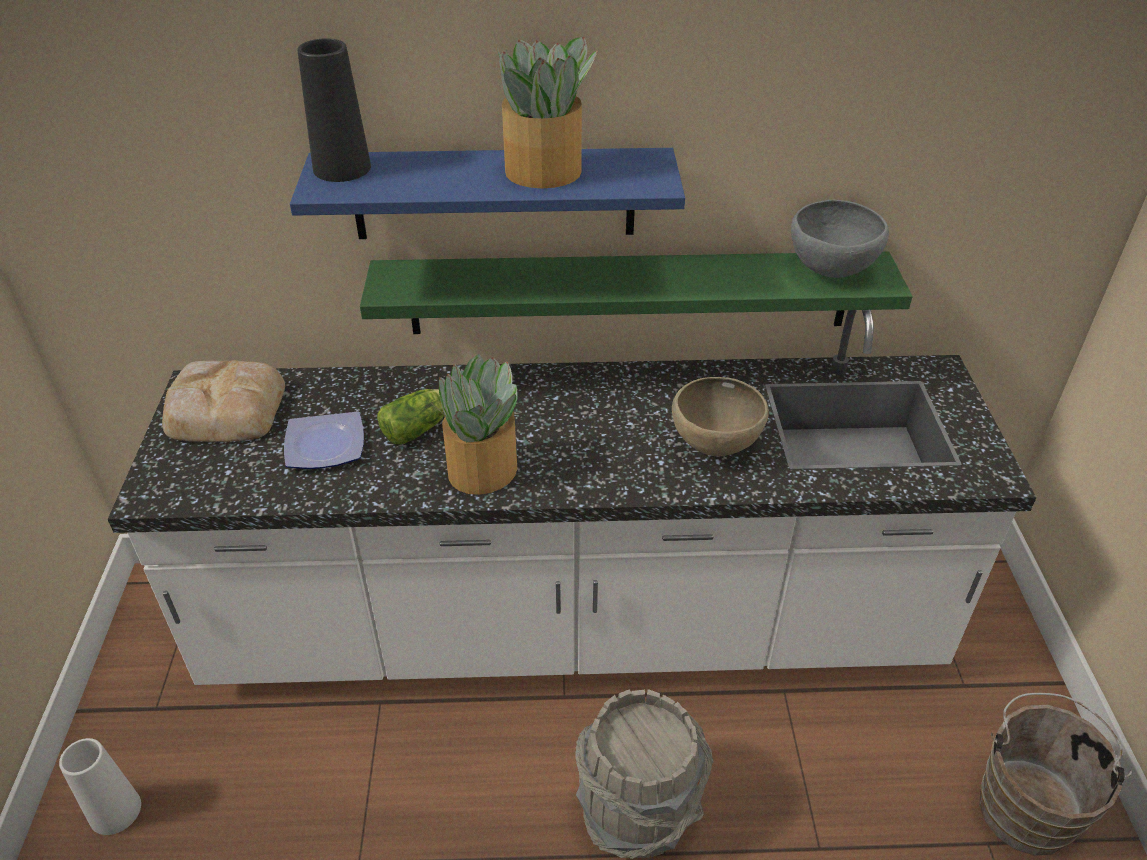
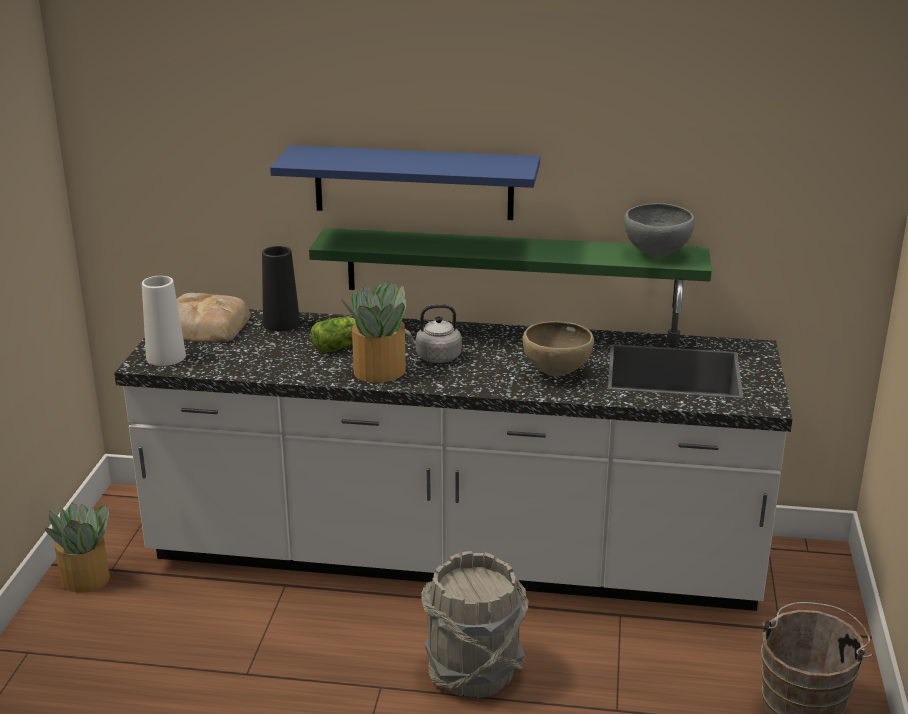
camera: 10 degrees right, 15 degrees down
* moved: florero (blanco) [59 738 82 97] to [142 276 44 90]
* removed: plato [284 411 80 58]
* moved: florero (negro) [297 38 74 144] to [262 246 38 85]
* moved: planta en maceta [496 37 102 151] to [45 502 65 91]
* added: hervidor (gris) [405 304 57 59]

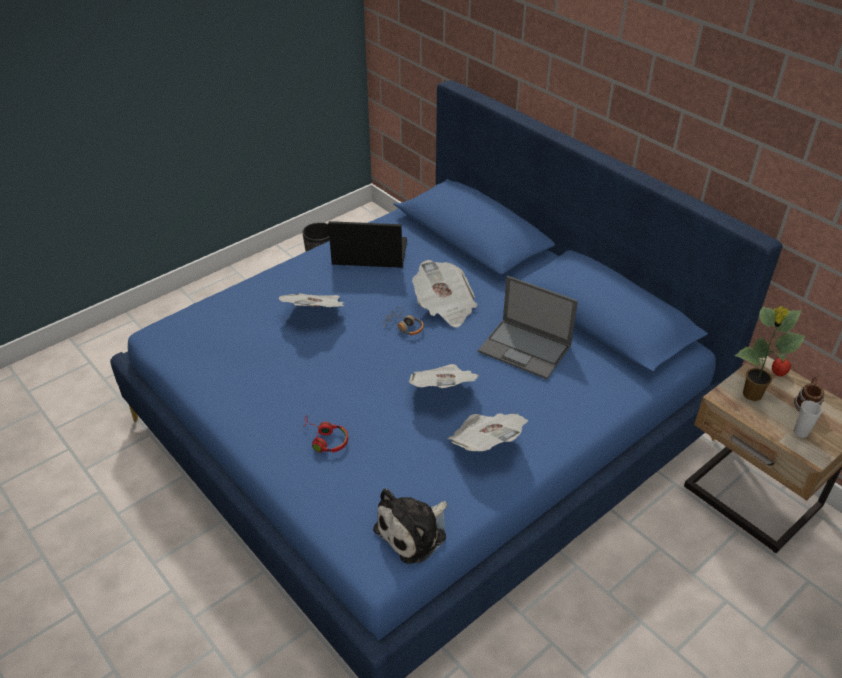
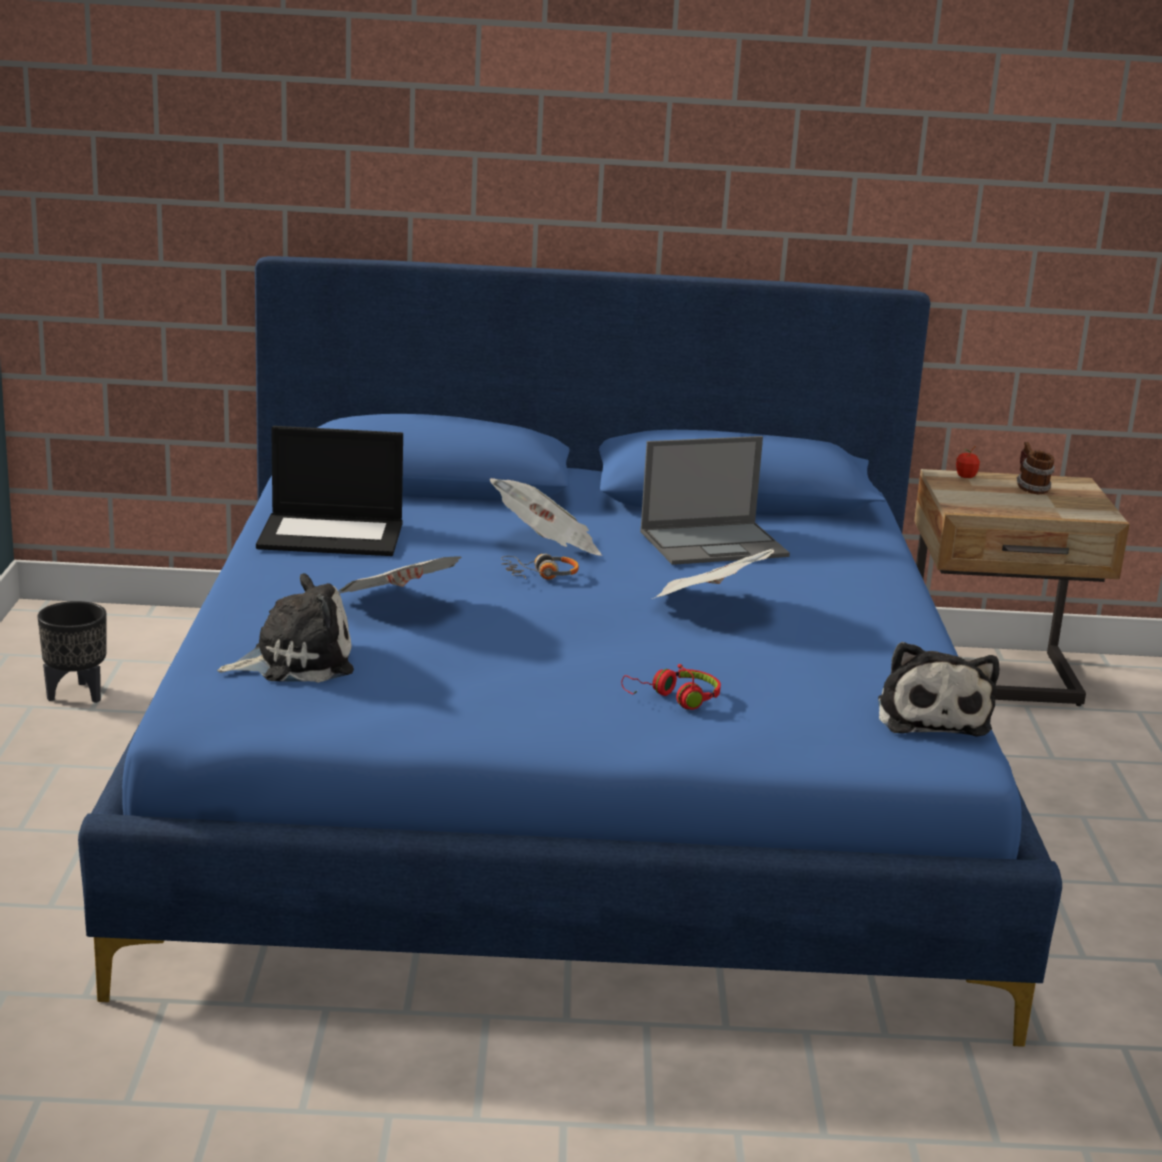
camera: 50 degrees left, 20 degrees down
* turned: portátil [328 221 79 47] = [256 426 147 130] 135 degrees counterclockwise
* removed: periódico [448 413 80 38]
* removed: planta en maceta [734 306 71 95]
* removed: taza [794 401 28 37]
* added: peluche [217 573 137 110]

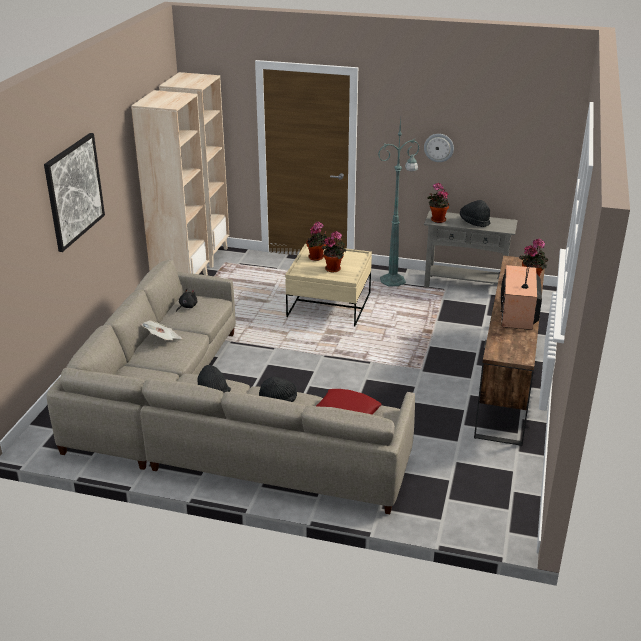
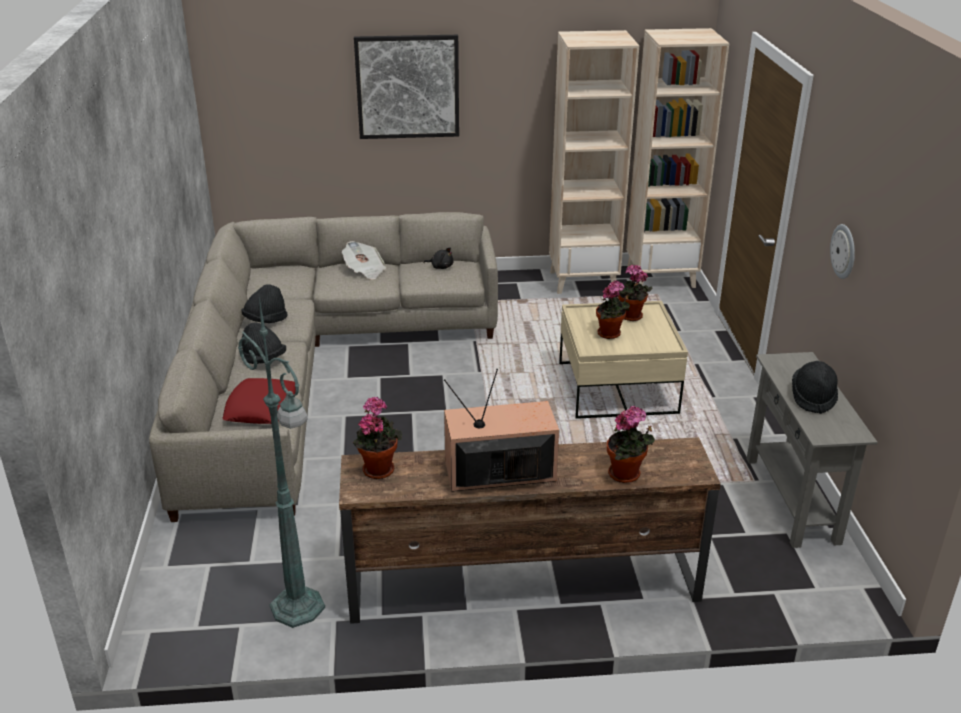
camera: 70 degrees right, 0 degrees up
* moved: lámpara de pie (verde) [378 118 42 169] to [238 297 87 331]
* moved: planta en maceta [427 183 22 40] to [352 397 50 82]

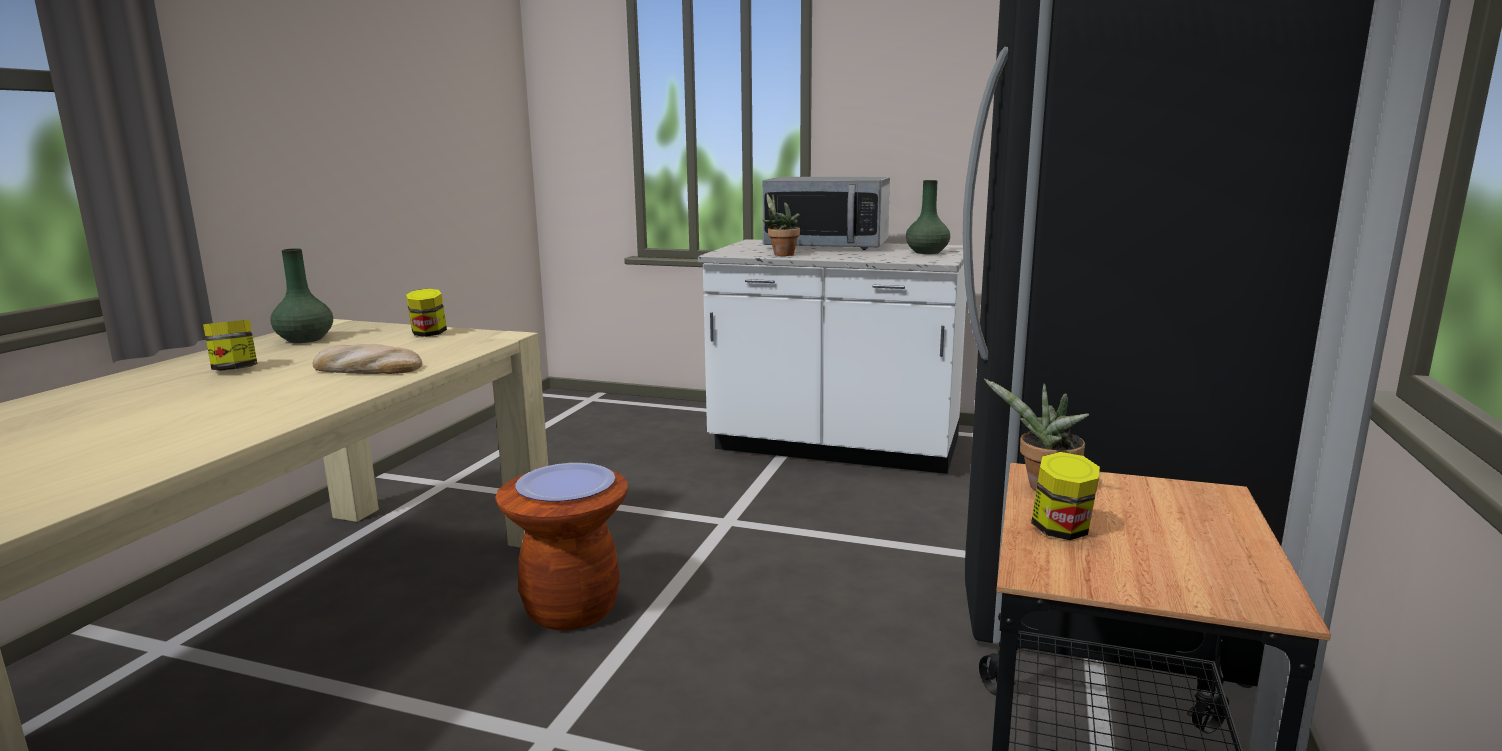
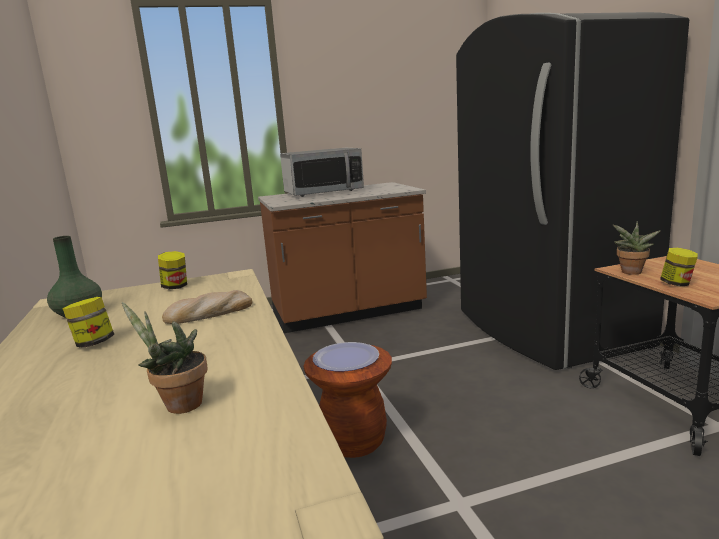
camera: 35 degrees left, 0 degrees up
* recoloured: mueble bajo de cocina (blanco) [698 239 268 235] to mueble bajo de cocina (marrón) [258 182 169 151]
* moved: planta en maceta [763 193 37 63] to [122 302 86 112]
* removed: florero (verde) [906 180 44 74]

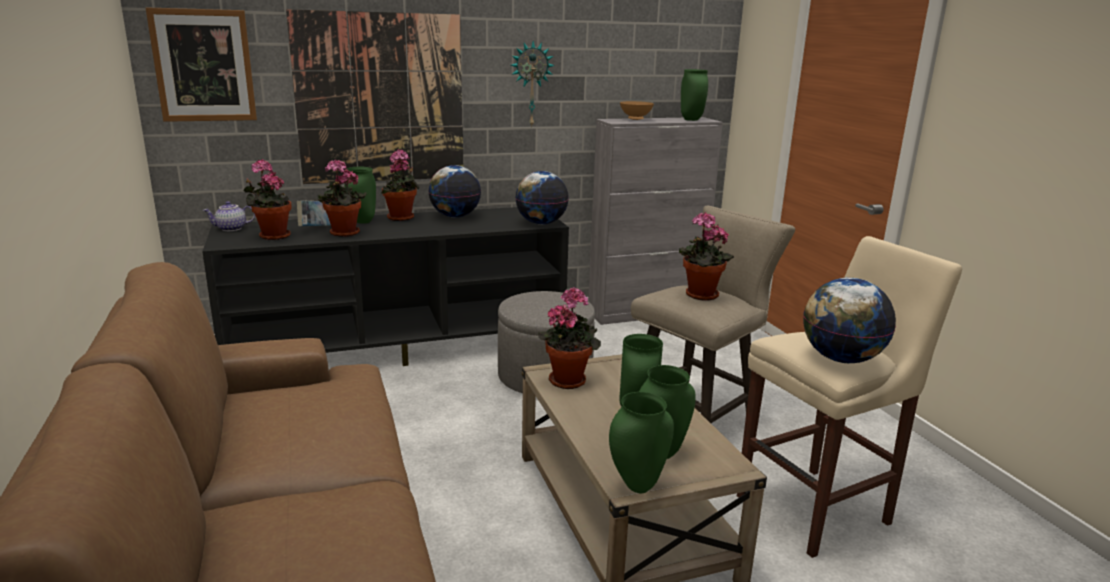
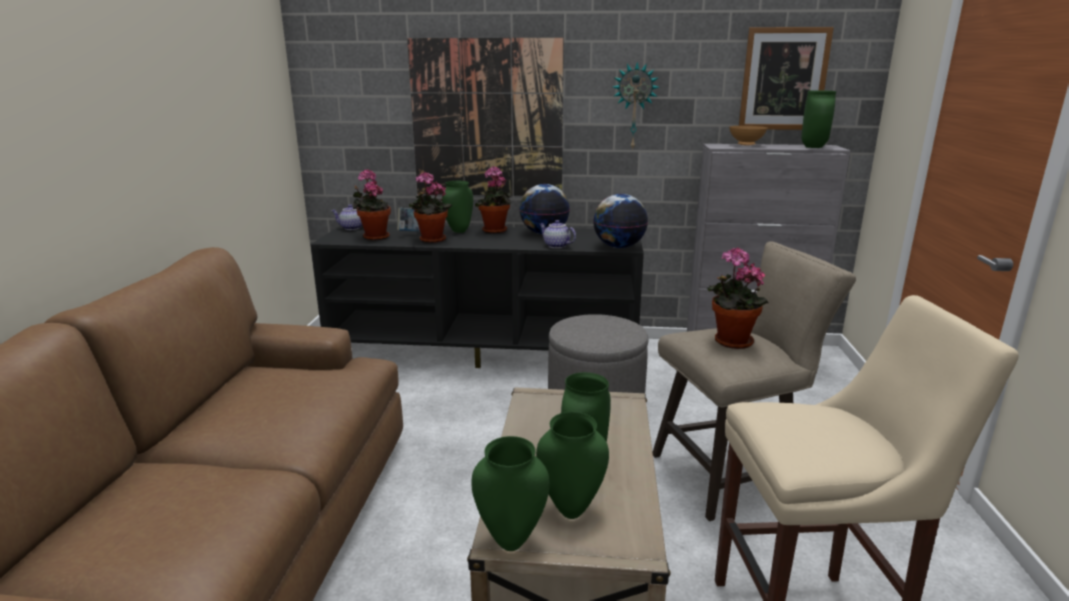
camera: 25 degrees right, 0 degrees up
* moved: cuadro [146 7 111 115] to [739 27 95 103]
* removed: planta en maceta [538 287 63 102]
* removed: globo terráqueo [803 278 93 85]
* added: tetera [539 220 37 28]

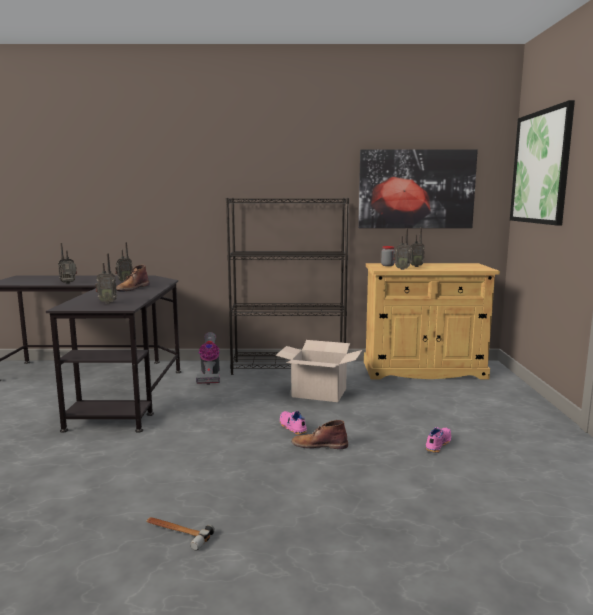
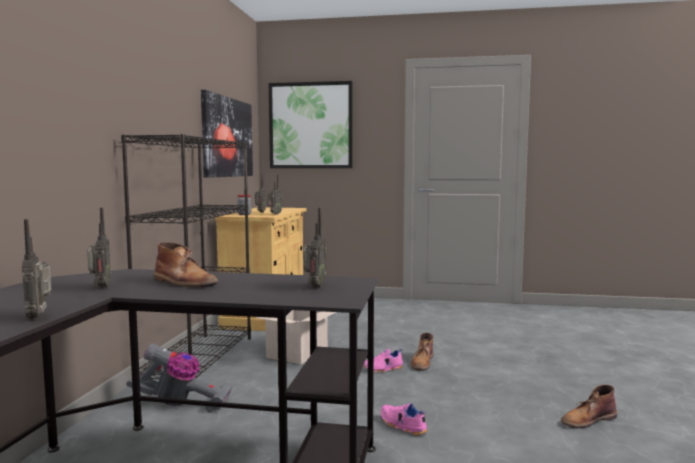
camera: 80 degrees left, 5 degrees down
* replaced: martillo [146 517 69 34] to bota (marrón) [561 385 56 43]
* moved: zapato (rosa) [425 427 26 26] to [381 403 47 32]

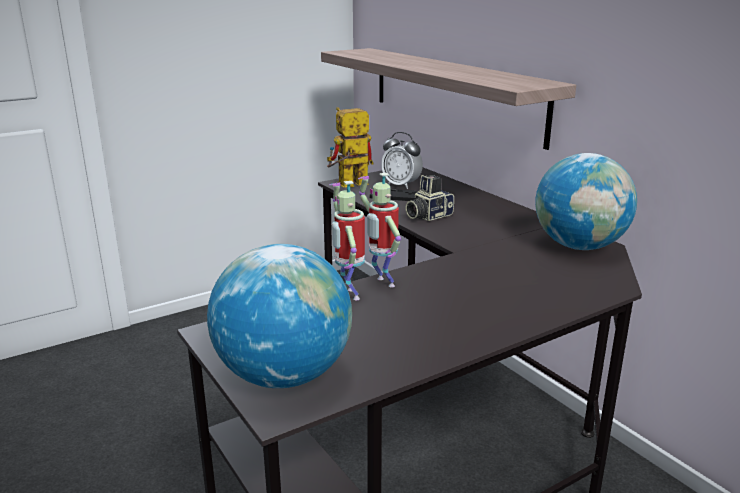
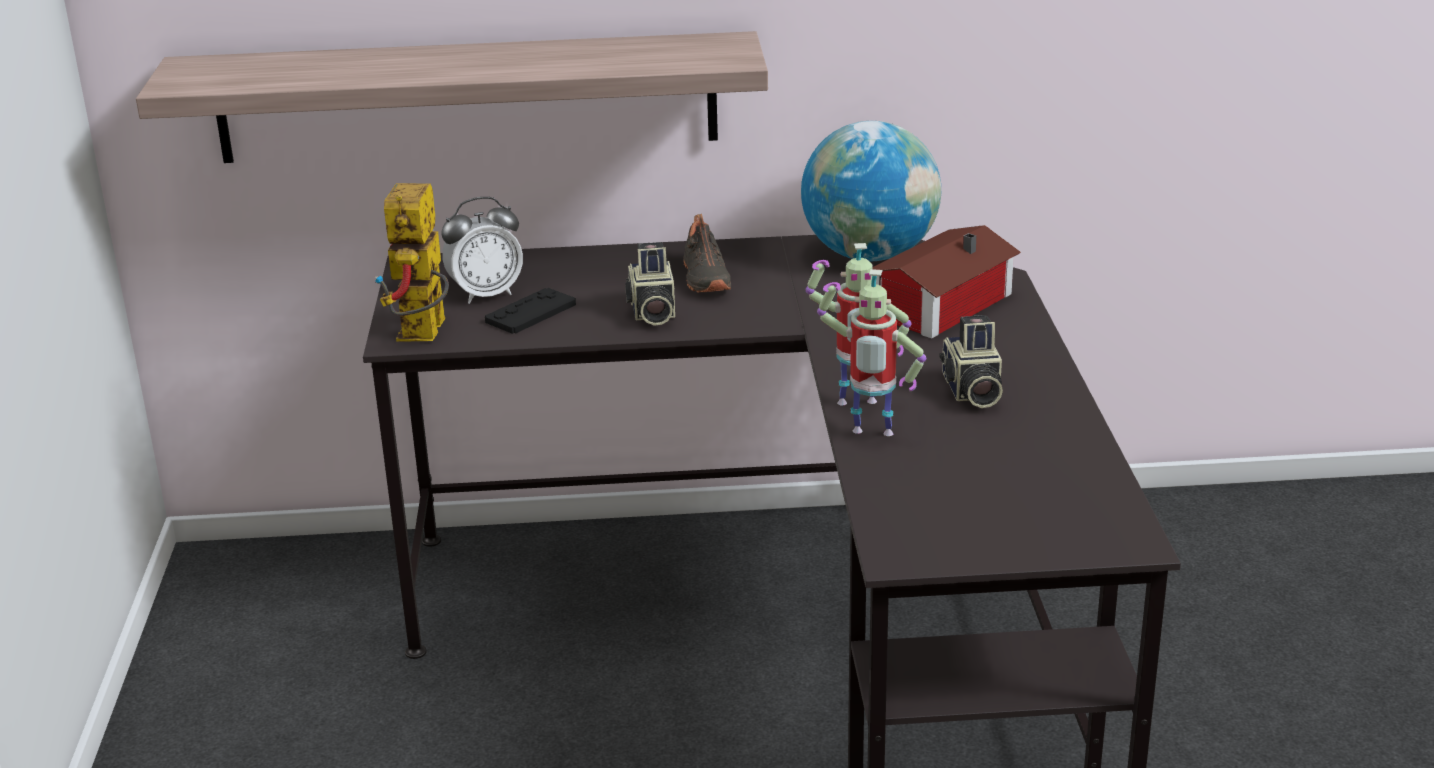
camera: 60 degrees left, 5 degrees up
* removed: globo terráqueo [207 244 145 144]
* added: zapato (negro) [683 214 48 78]
* added: casita [873 225 148 113]
* added: cámara [939 315 64 93]

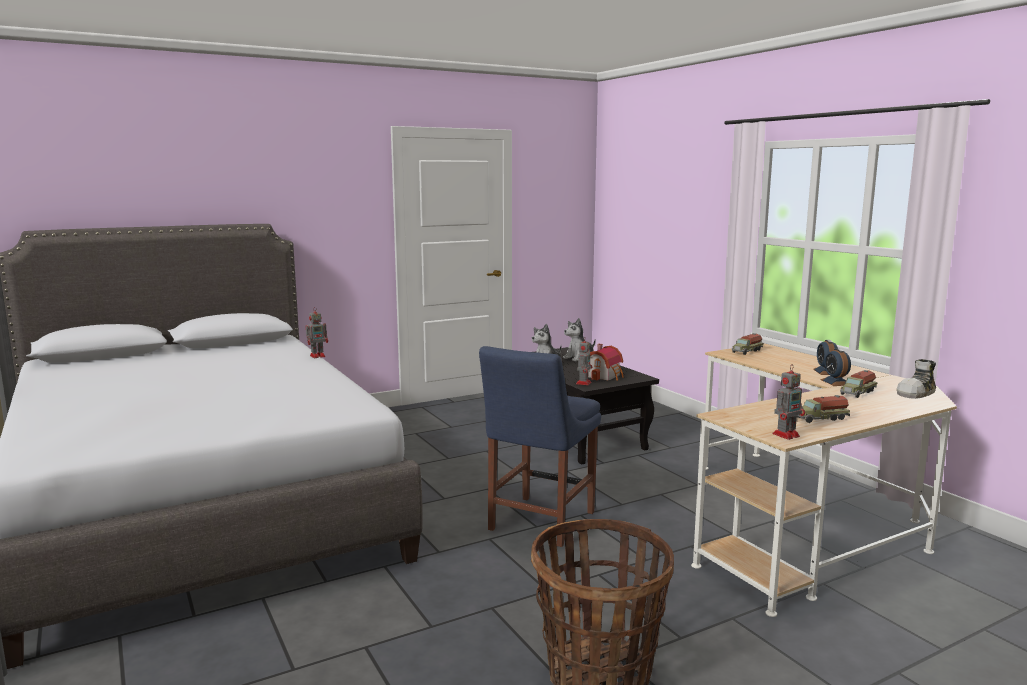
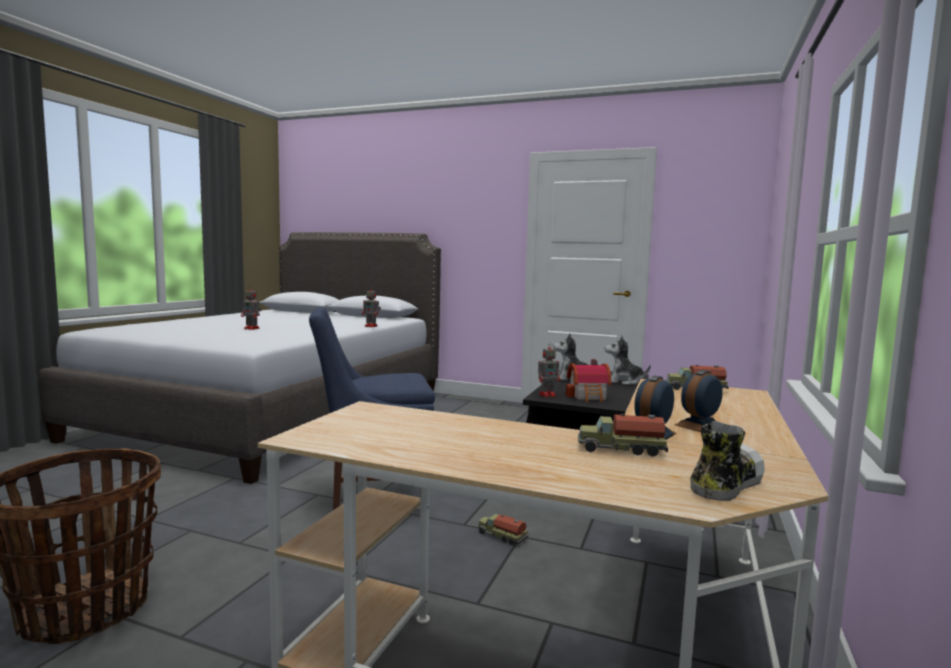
camera: 50 degrees right, 5 degrees down
* moved: robot de juguete [773 364 32 76] to [241 286 21 44]
* moved: camión de juguete [797 395 53 28] to [477 514 51 31]
* turned: zapato [897 359 39 40] = [690 421 75 80] 120 degrees clockwise

